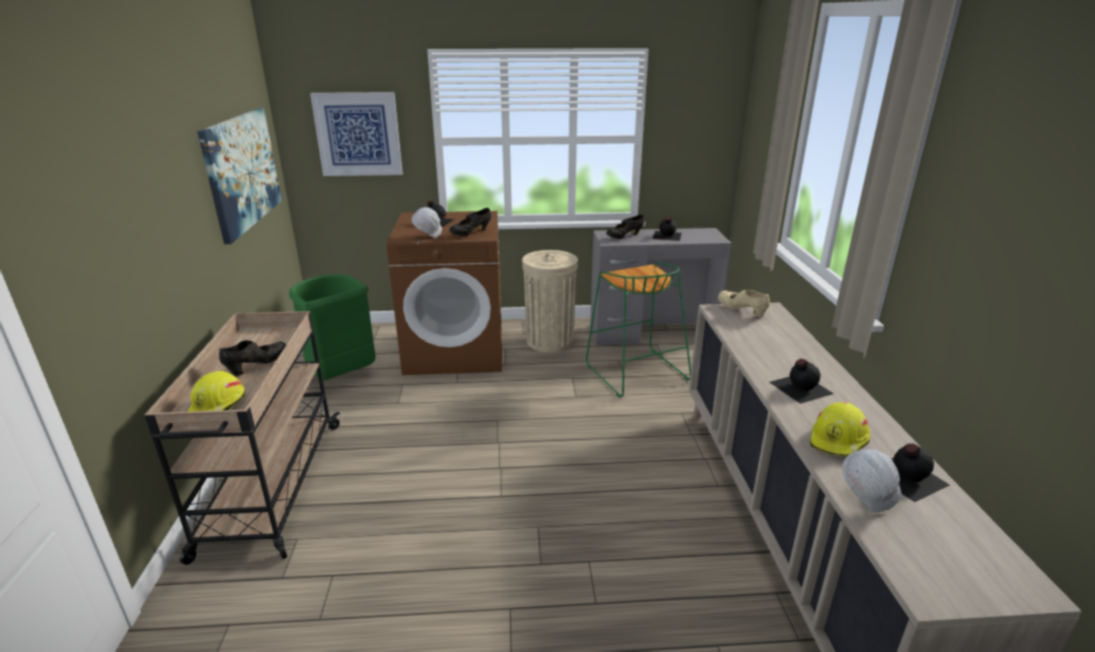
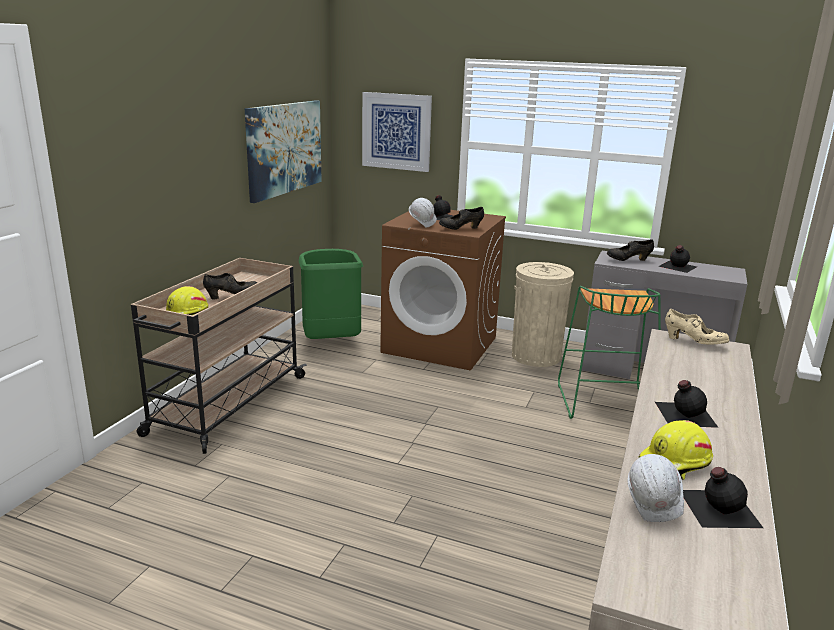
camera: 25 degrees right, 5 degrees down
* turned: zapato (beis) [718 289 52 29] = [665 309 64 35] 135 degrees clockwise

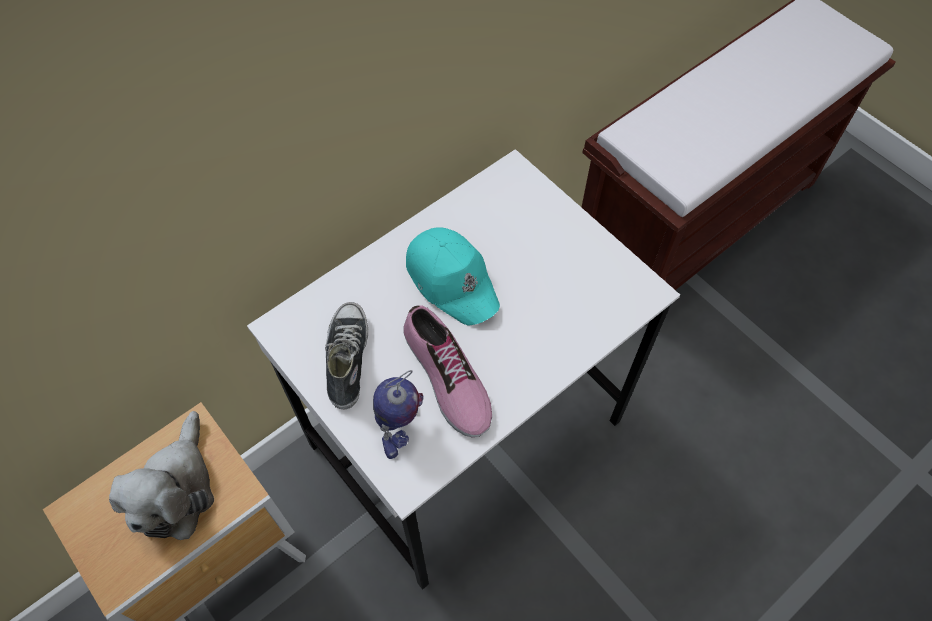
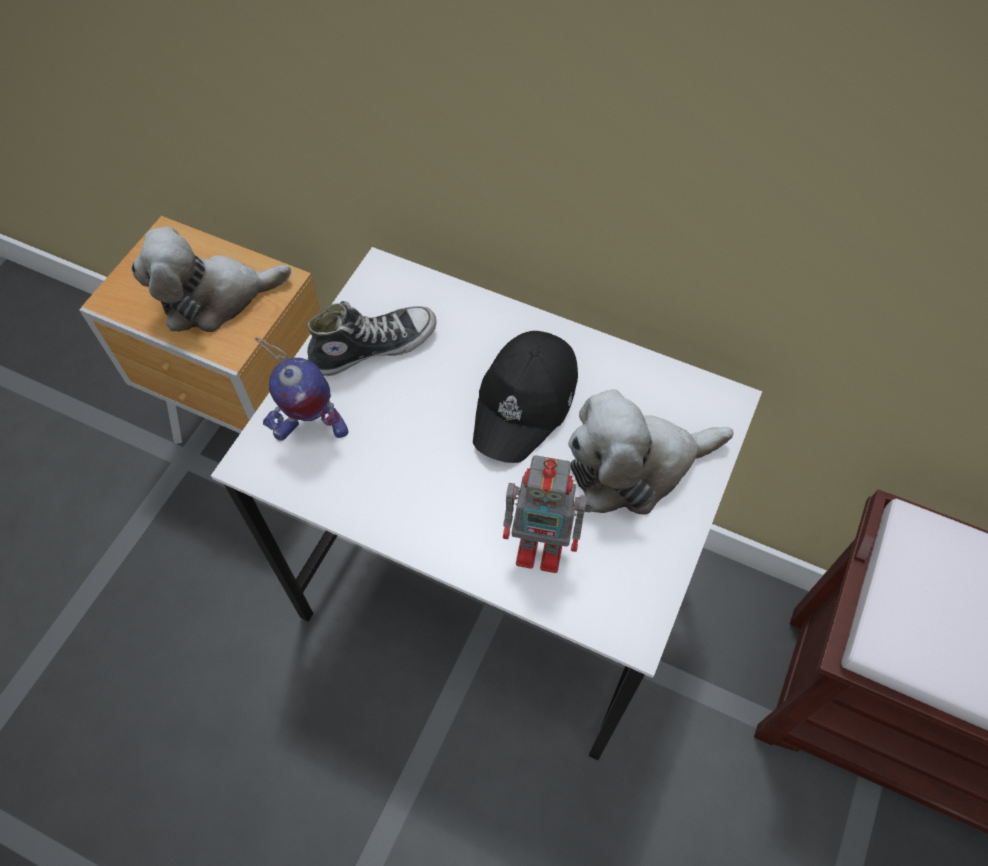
camera: 65 degrees right, 0 degrees up
* removed: zapato [404 305 88 132]
* recoloured: gorra (turquesa) [406 227 94 99] to gorra (negro) [473 331 105 132]
* added: robot de juguete [503 455 90 118]
* added: peluche [568 389 166 126]

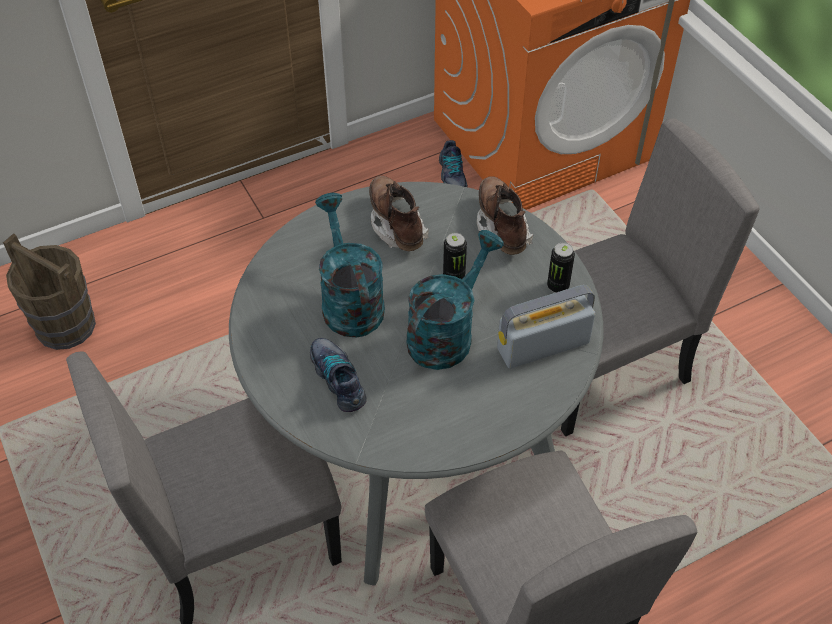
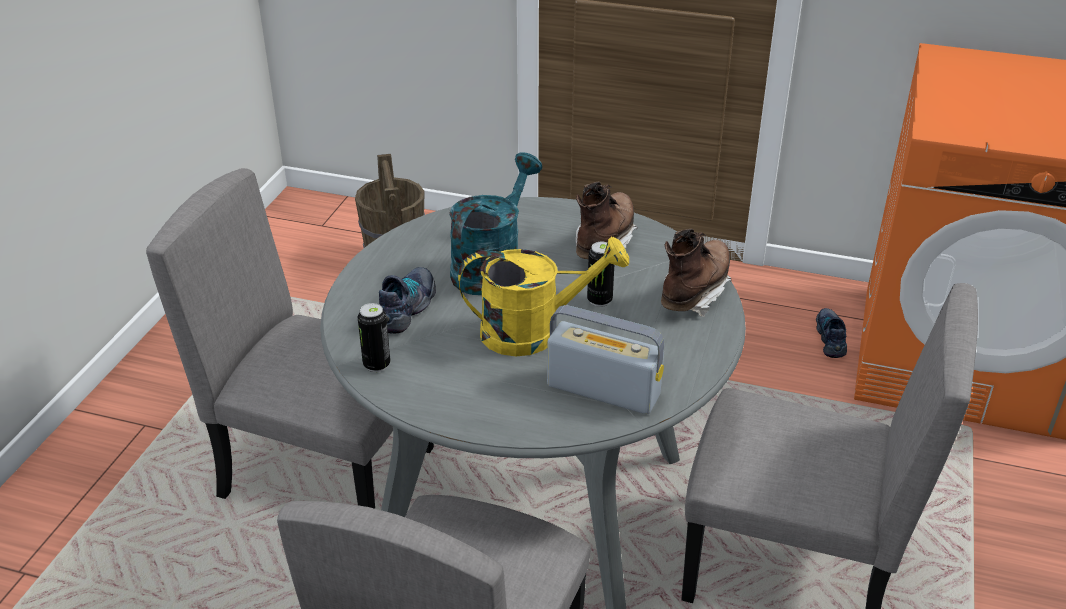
camera: 45 degrees right, 15 degrees down
* recoloured: regadera (turquesa) [407 230 97 140] to regadera (amarillo) [458 237 171 119]
* turned: zapato [439 140 29 47] = [816 308 31 50] 150 degrees clockwise
* moved: lata [547 243 28 50] to [358 303 32 69]

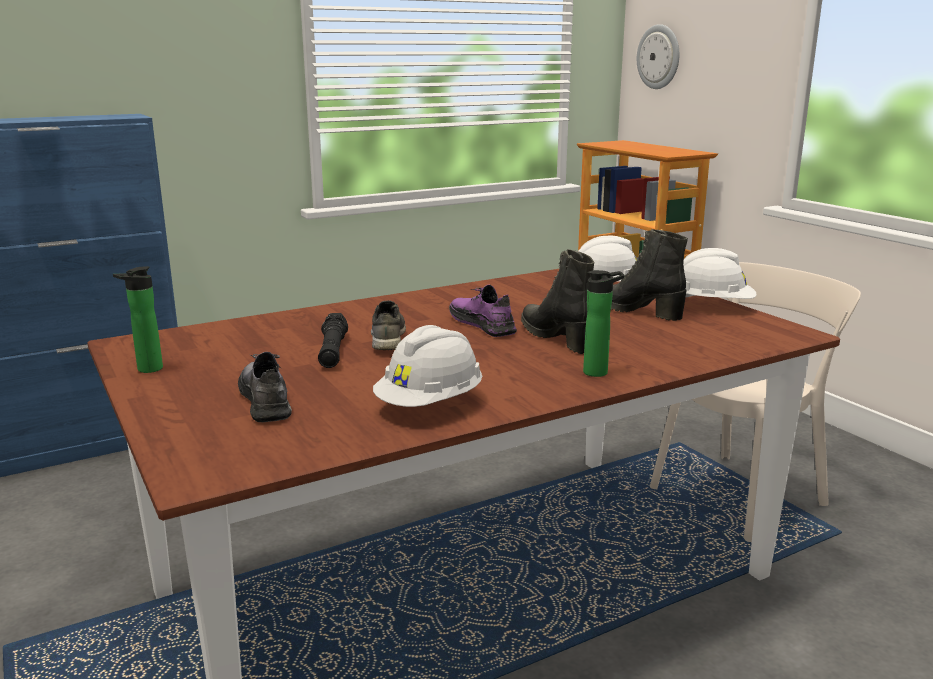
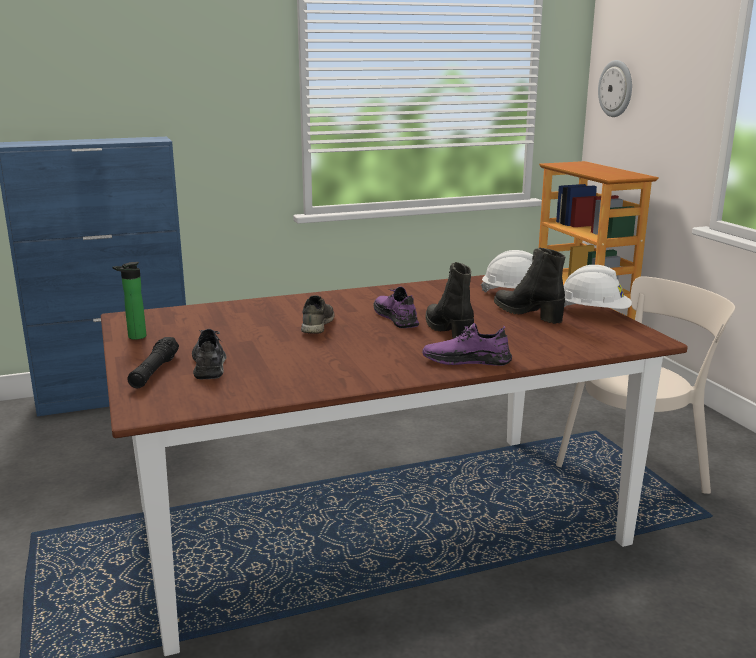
camera: 10 degrees right, 0 degrees up
* moved: linterna (negro) [318 313 30 55] to [127 337 52 51]
* removed: casco (blanco) [373 325 109 82]
* replaced: botella [583 270 41 107] to zapato (morado) [422 323 90 43]

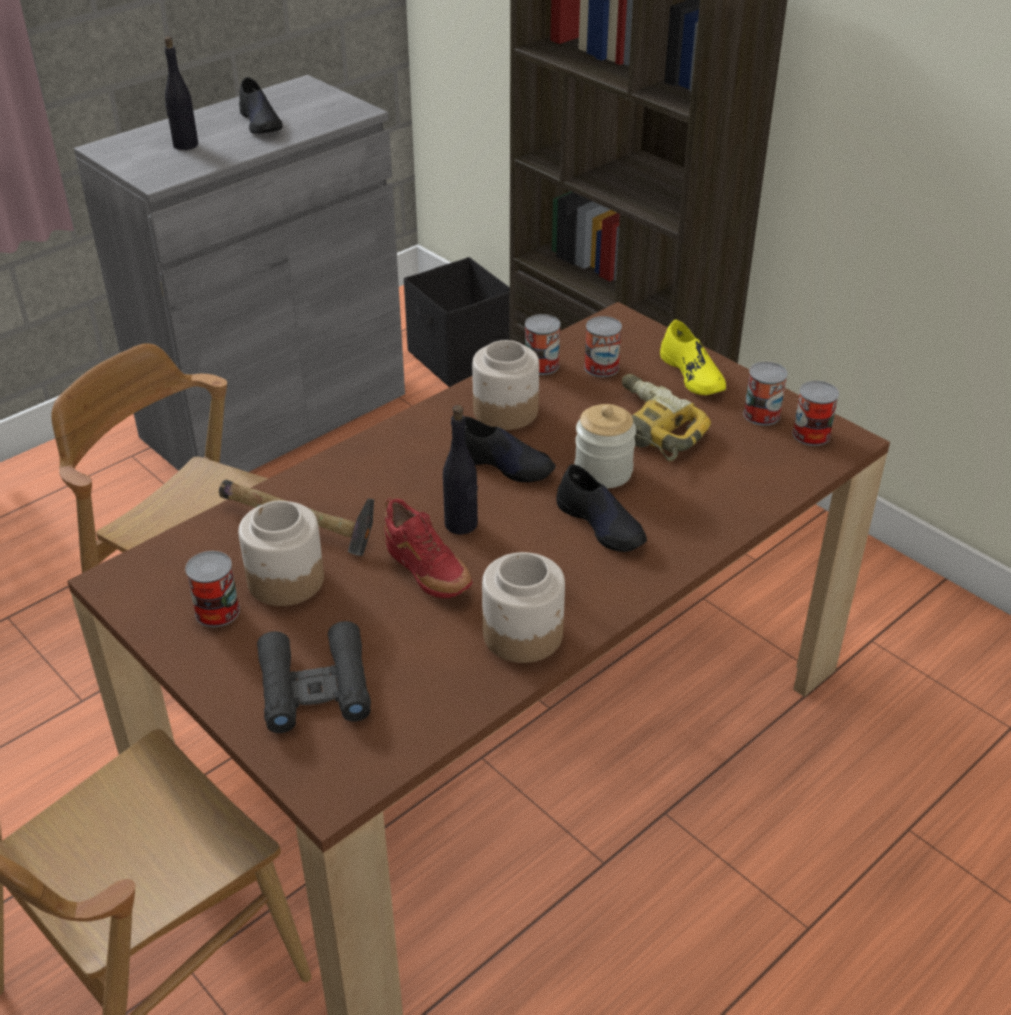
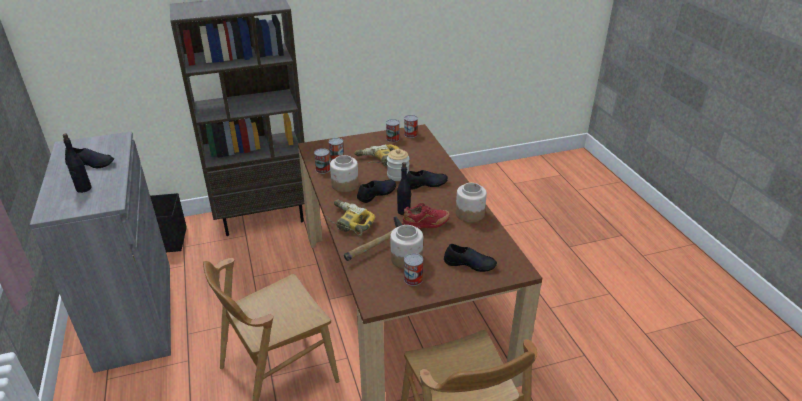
camera: 65 degrees left, 5 degrees down
* replaced: prismáticos (negro) [257 621 114 112] to zapato (negro) [444 244 53 28]
* removed: zapato (amarillo) [660 320 66 75]
* added: taladro [325 199 50 37]

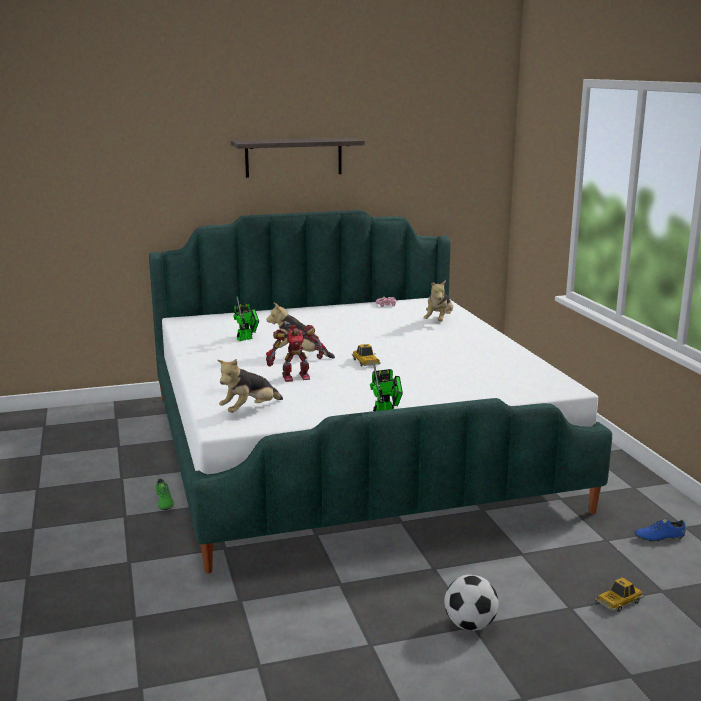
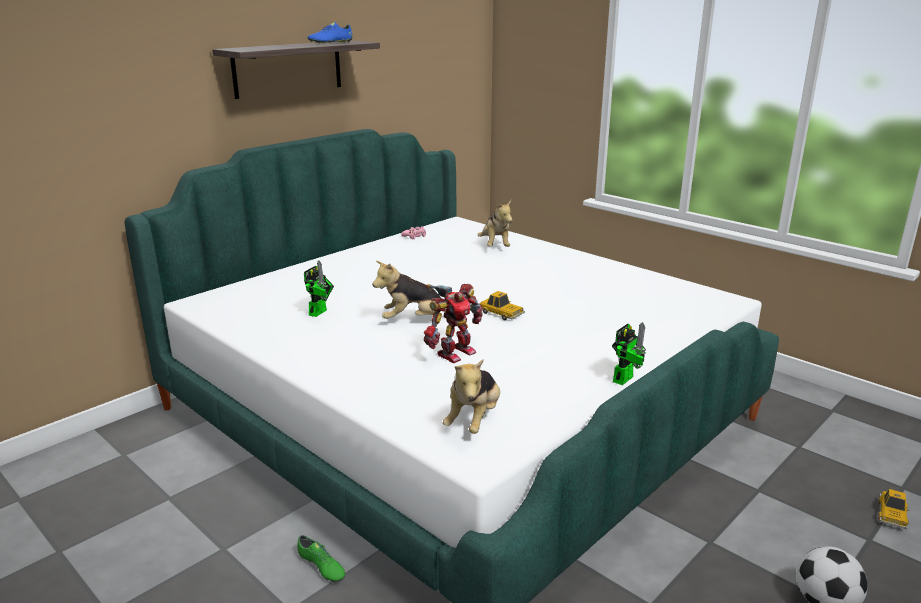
camera: 30 degrees left, 5 degrees up
* moved: zapato (azul) [635 518 51 24] to [308 22 44 22]

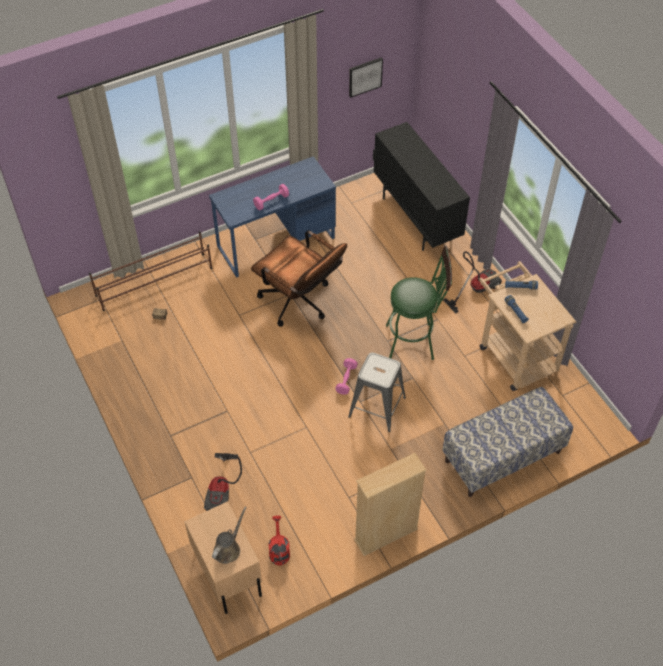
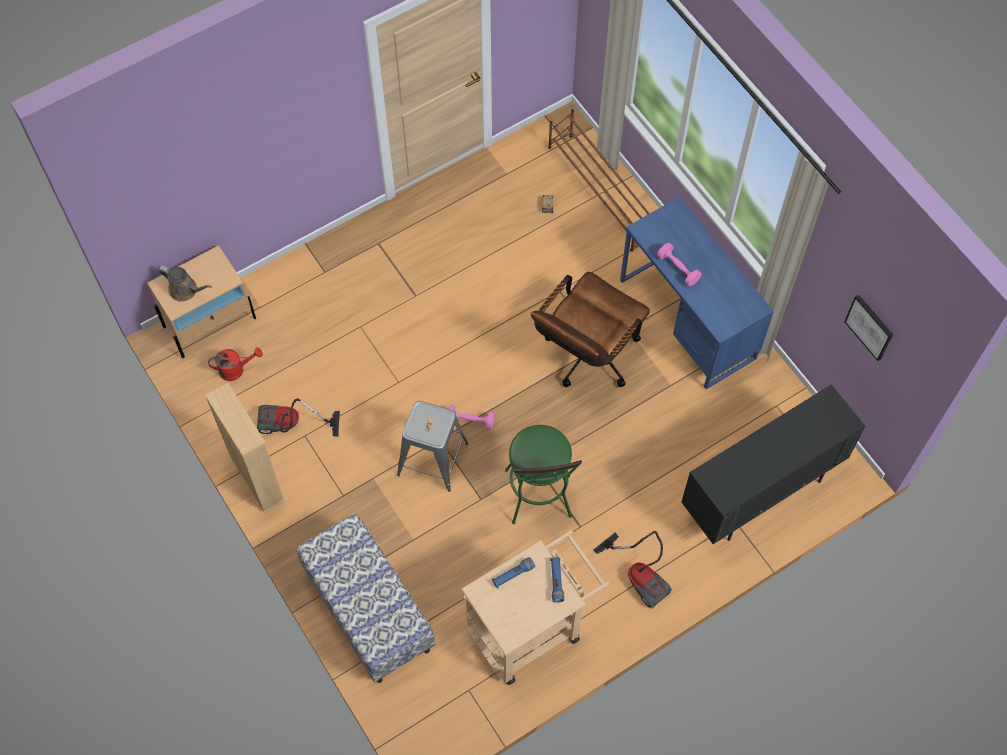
camera: 85 degrees right, 10 degrees up
* moved: aspiradora [204 453 38 58] to [257 398 83 39]

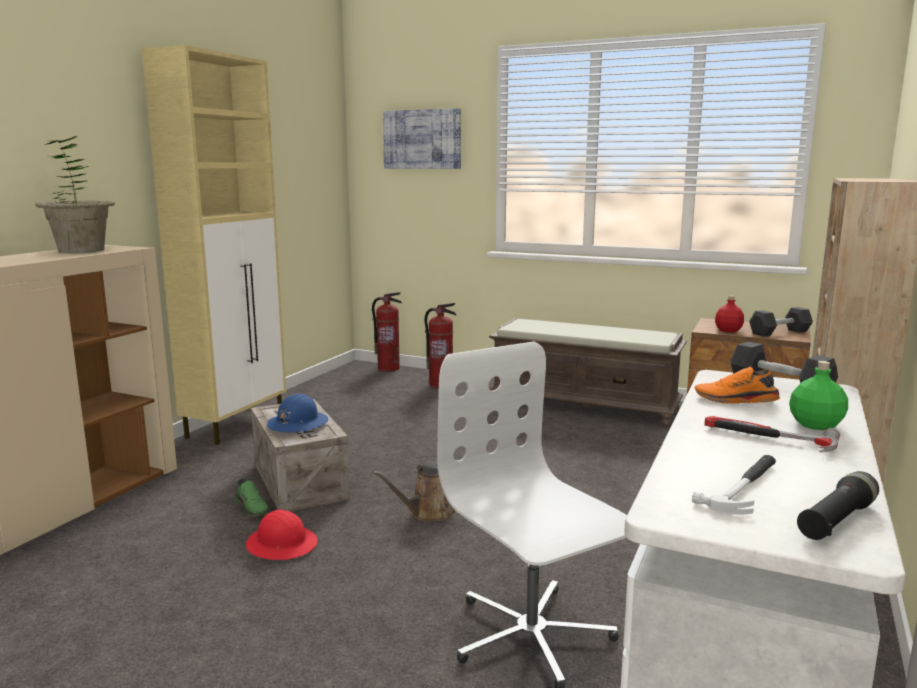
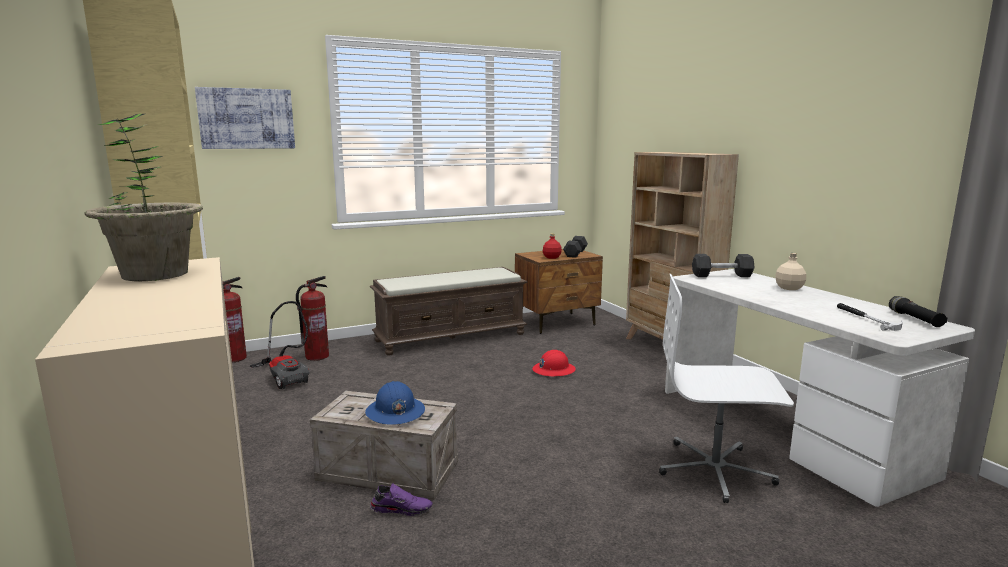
camera: 50 degrees left, 0 degrees up
* recoloured: zapato (verde) [235 478 35 39] to zapato (morado) [370 483 63 33]
* moved: casco (rojo) [246 510 71 50] to [532 350 43 26]
* removed: regadera (marrón) [372 461 85 61]
* removed: zapato (naranja) [695 367 86 37]
* removed: martillo [704 416 136 36]
* recoloured: botella (verde) [789 361 59 69] to botella (beis) [775 253 31 37]
* added: aspiradora [250 301 60 88]

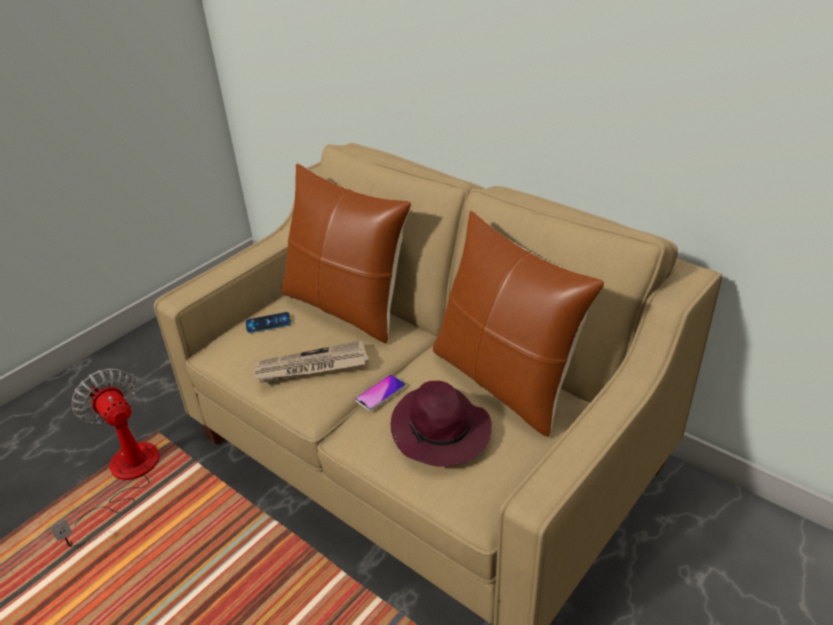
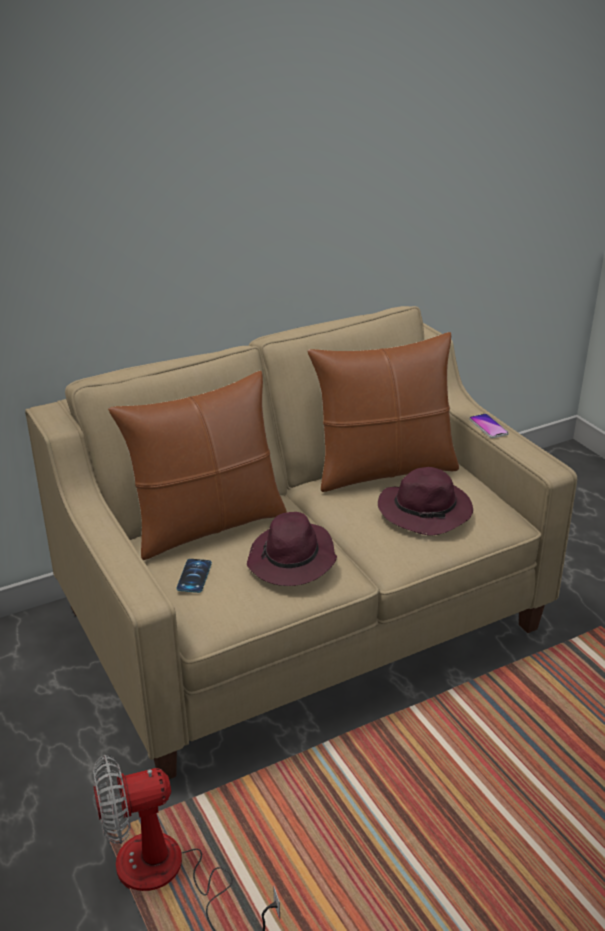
camera: 70 degrees left, 5 degrees down
* replaced: periódico [255 340 114 43] to sombrero (morado) [247 512 90 74]
* moved: móvil [355 374 51 37] to [469 414 40 24]

